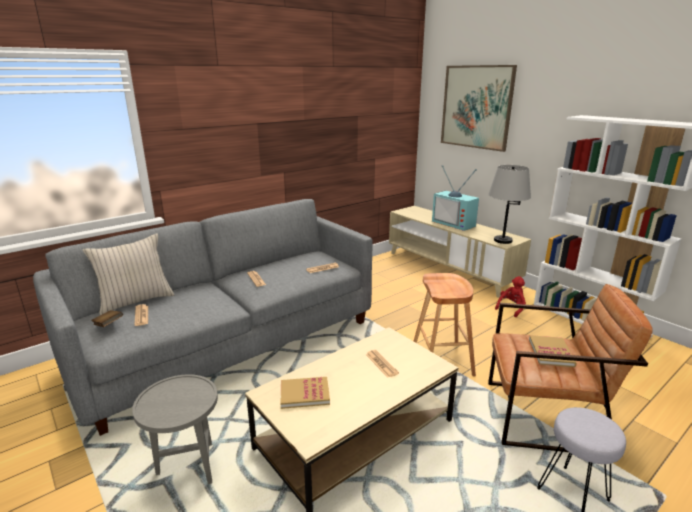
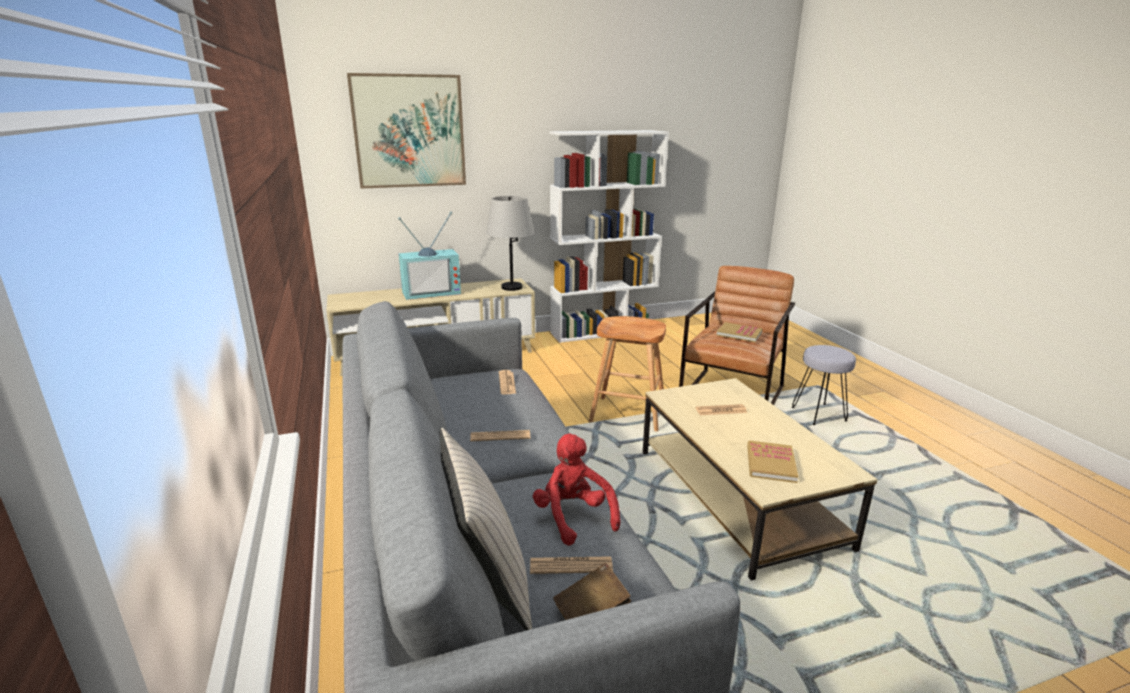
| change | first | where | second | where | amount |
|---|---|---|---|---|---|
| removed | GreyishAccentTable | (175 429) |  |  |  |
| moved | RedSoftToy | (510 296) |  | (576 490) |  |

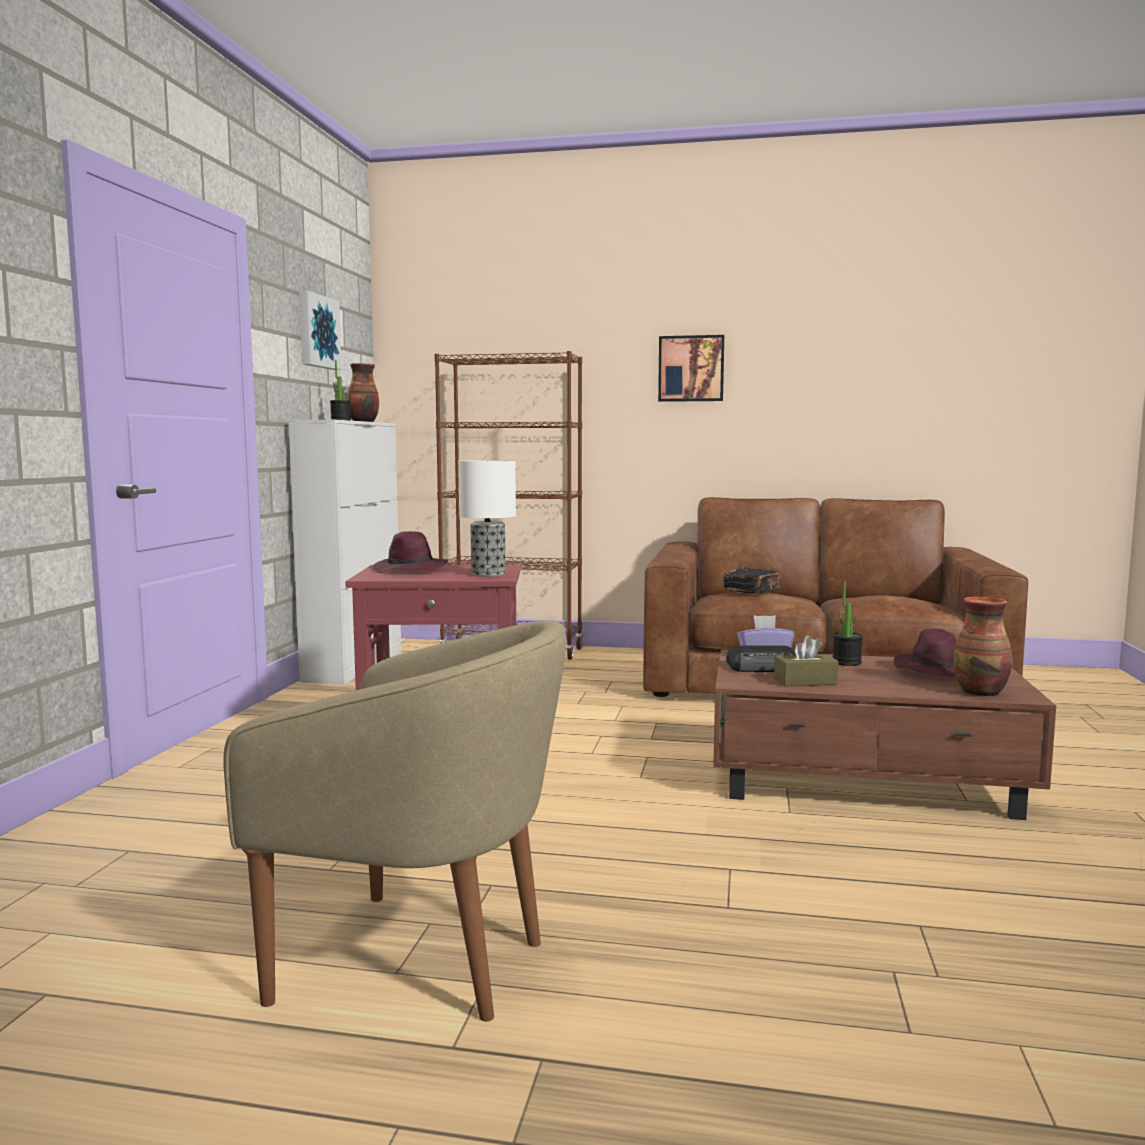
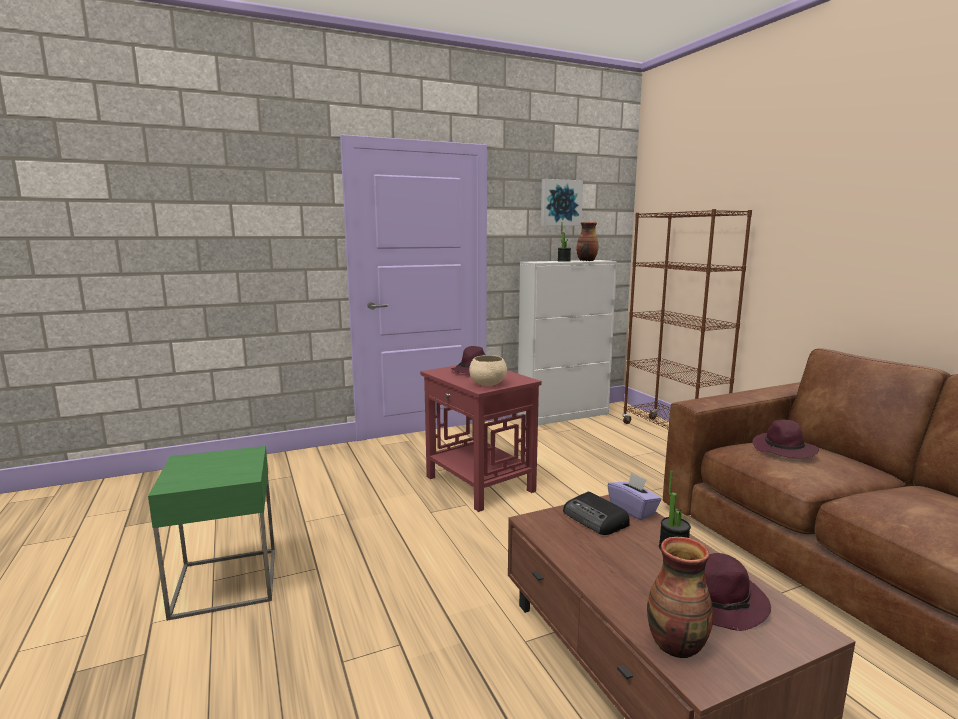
| change | first | where | second | where | amount |
|---|---|---|---|---|---|
| removed | WallPicture | (691 368) |  |  |  |
| removed | BrownishTissueHolder | (806 661) |  |  |  |
| replaced | SandColouredEasyChair | (394 821) | GreenColouredAccentTable | (211 533) |  |
| replaced | TableLamp | (487 518) | SandColouredBowl | (488 370) |  |
| replaced | BlackColouredVolume | (751 580) | PurplishHat | (786 439) |  |

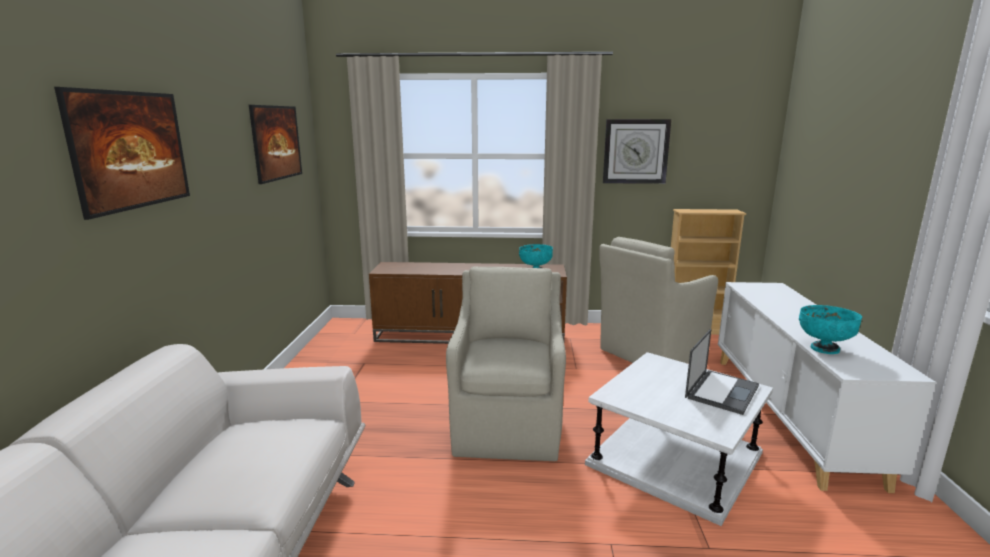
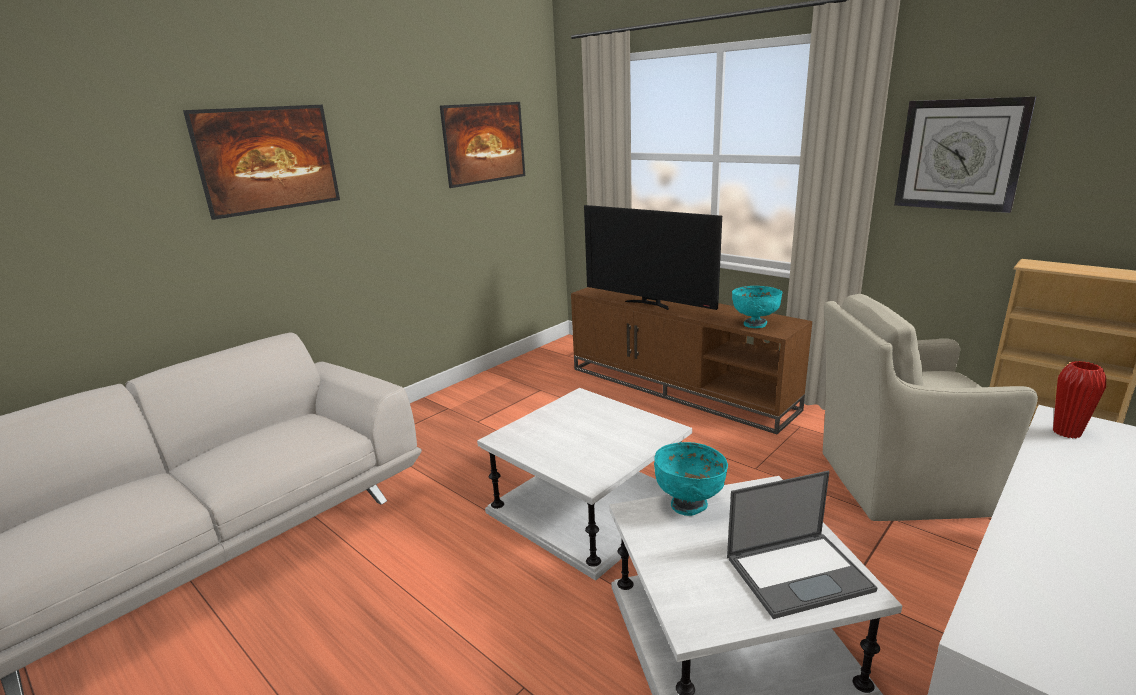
| change | first | where | second | where | amount |
|---|---|---|---|---|---|
| added |  |  | TvSet | (653 257) |  |
| added |  |  | RedDecorativeVase | (1079 400) |  |
| moved | TurquoiseColouredBowl | (830 329) |  | (691 479) |  |
| replaced | SandColouredEasyChair | (506 363) | WhitishAccentTable | (584 484) |  |

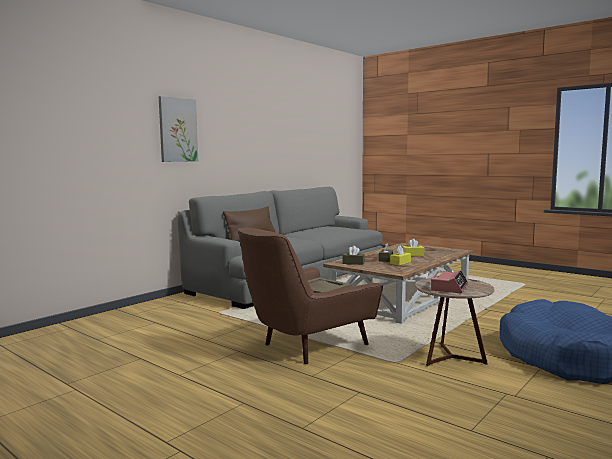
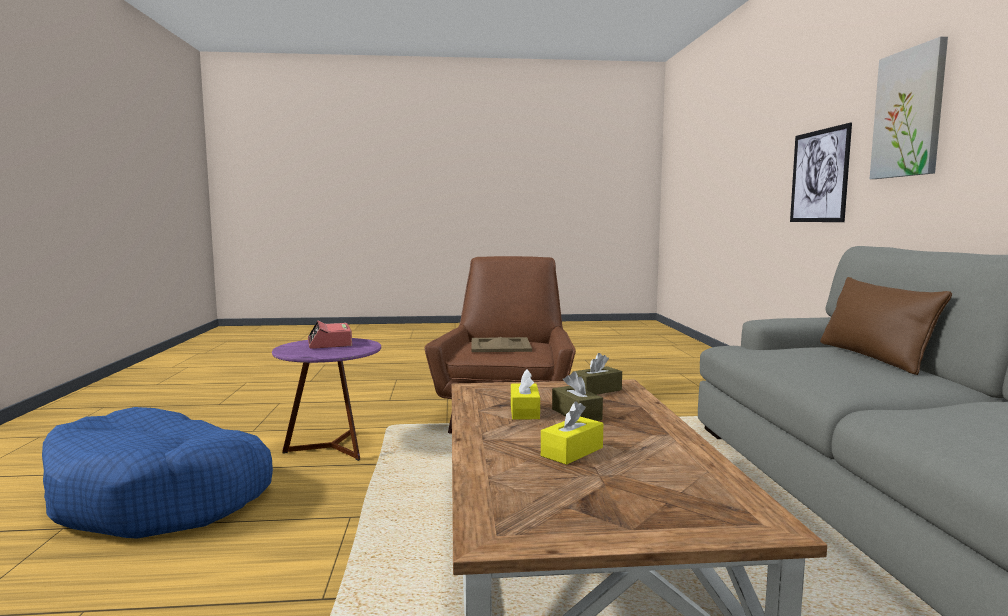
| change | first | where | second | where | amount |
|---|---|---|---|---|---|
| added |  |  | WallPicture | (821 172) |  |
| recoloured | BrownishAccentTable | (455 322) | PurplishAccentTable | (326 399) |  |

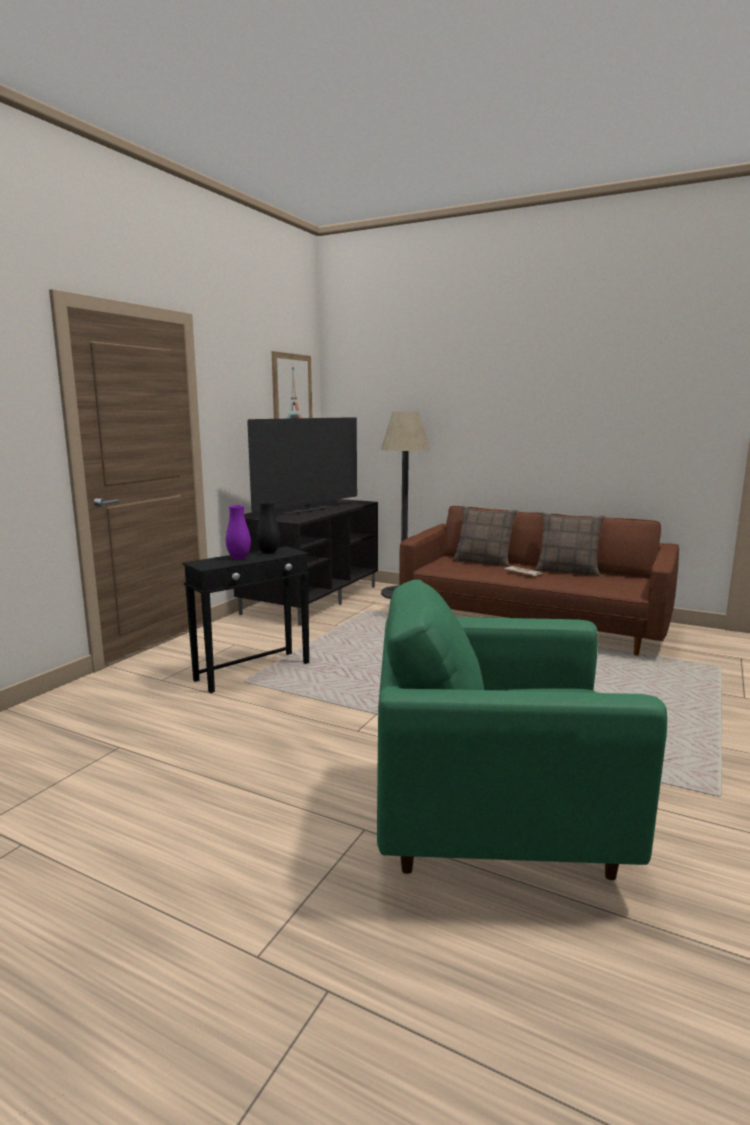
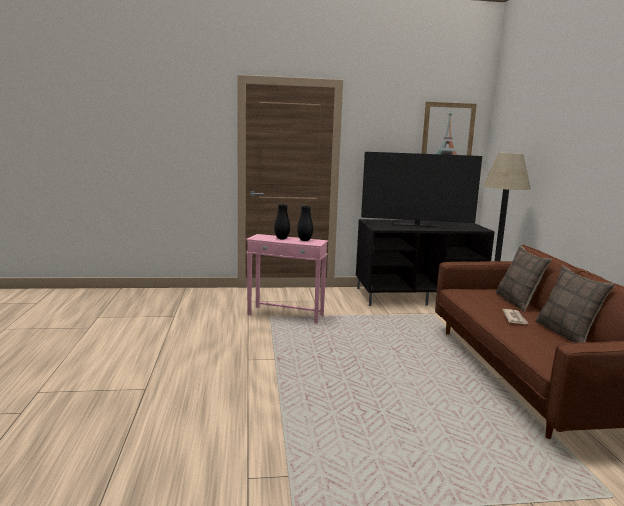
| change | first | where | second | where | amount |
|---|---|---|---|---|---|
| removed | GreenColouredEasyChair | (522 729) |  |  |  |
| recoloured | BlackColouredAccentTable | (246 619) | PinkishAccentTable | (287 278) |  |
| recoloured | PurplishDecorativeVase | (238 532) | BlackColouredDecorativeVase | (282 221) |  |

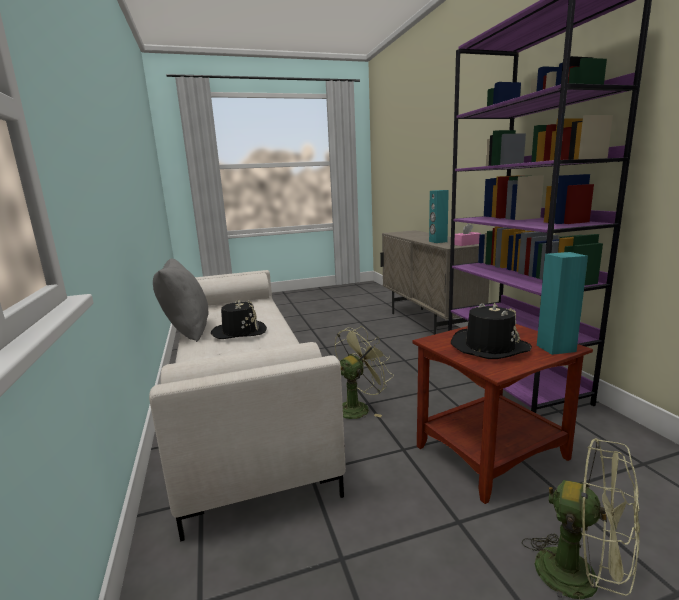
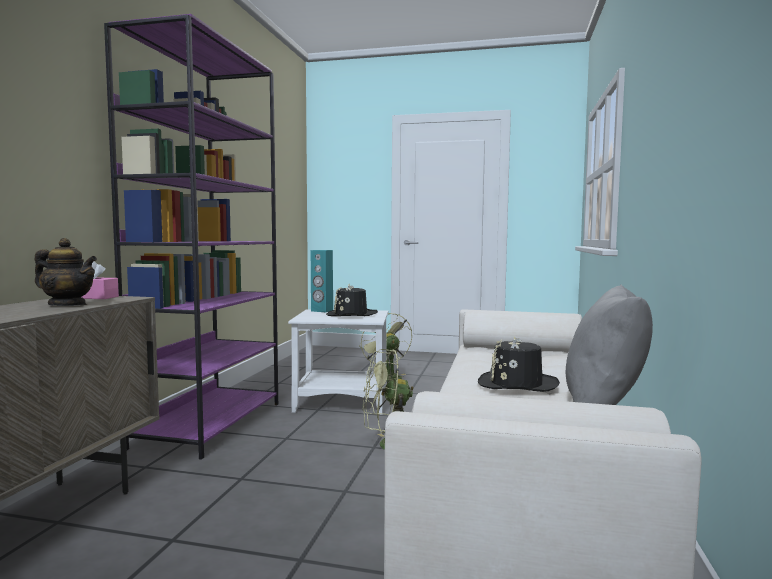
| change | first | where | second | where | amount |
|---|---|---|---|---|---|
| replaced | TurquoiseColouredSpeaker | (439 216) | Teapot | (65 272) |  |
| recoloured | BrownishAccentTable | (502 414) | WhitishAccentTable | (338 362) |  |

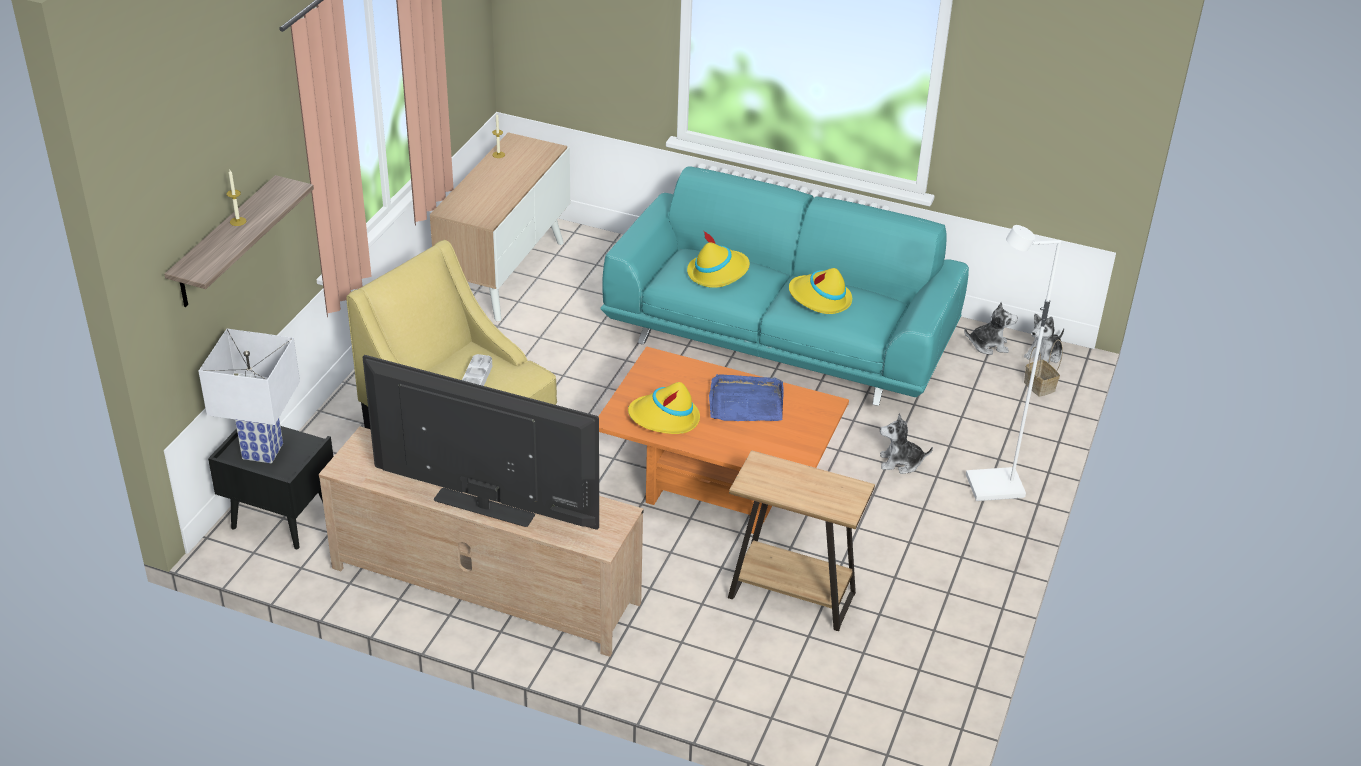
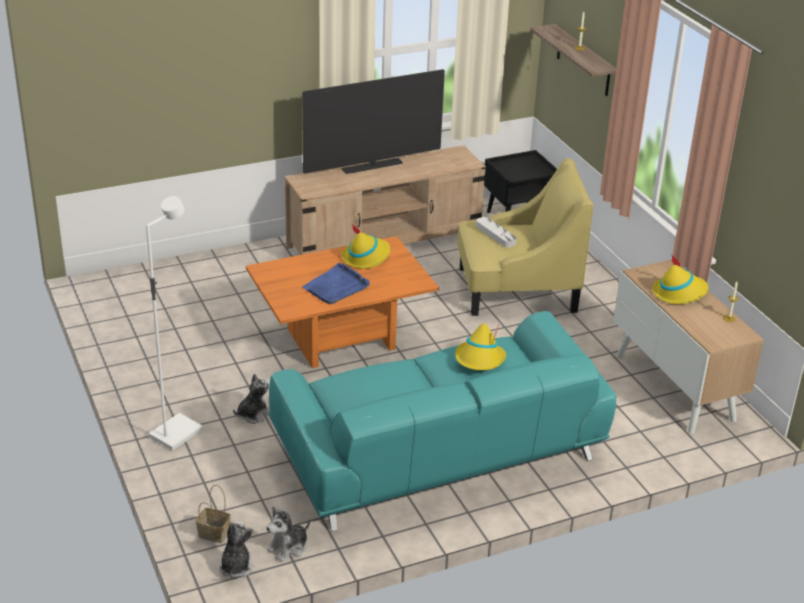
| change | first | where | second | where | amount |
|---|---|---|---|---|---|
| removed | WhitishTableLamp | (249 396) |  |  |  |
| removed | BrownishAccentTable | (801 540) |  |  |  |
| moved | YellowHat | (820 291) |  | (681 279) |  |

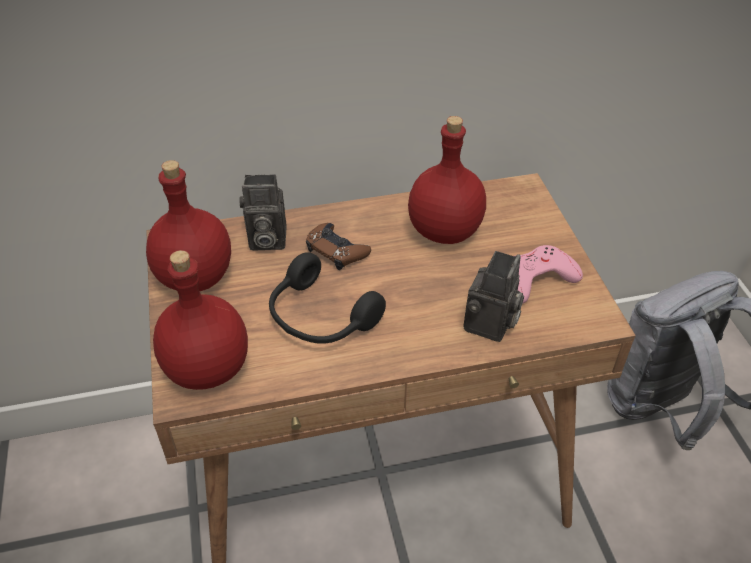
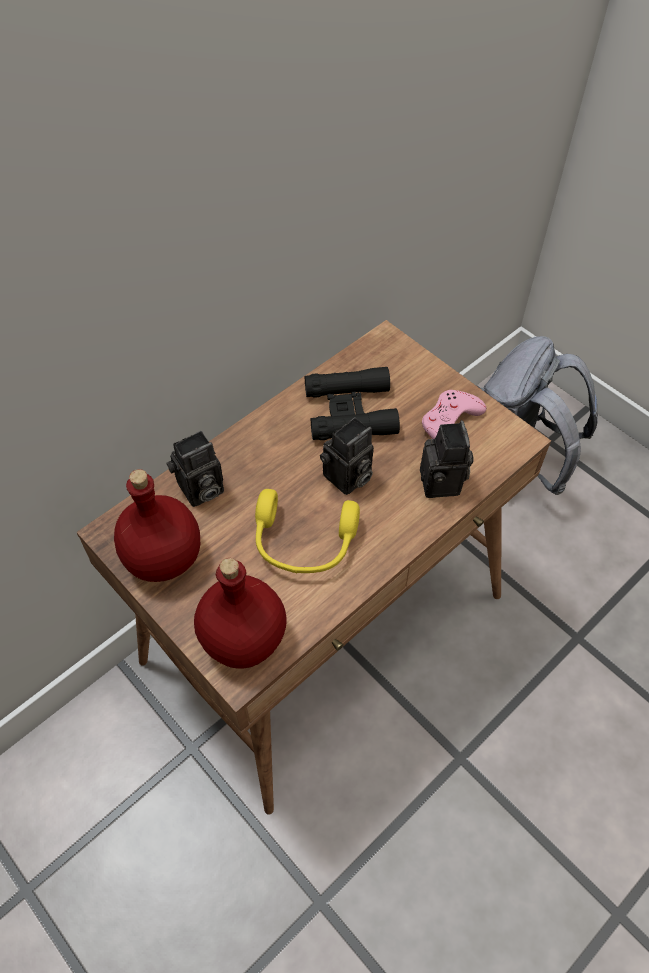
| change | first | where | second | where | amount |
|---|---|---|---|---|---|
| removed | BrownishJoypad | (338 246) |  |  |  |
| added |  |  | PhotoCamera | (347 456) |  |
| replaced | RedBottle | (447 180) | BlackColouredBinoculars | (352 403) |  |
| recoloured | BlackColouredPairOfHeadphones | (327 298) | YellowPairOfHeadphones | (307 531) |  |

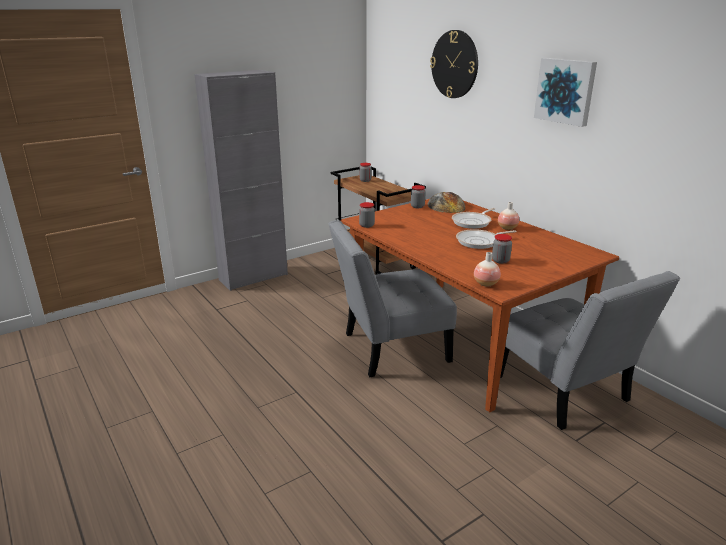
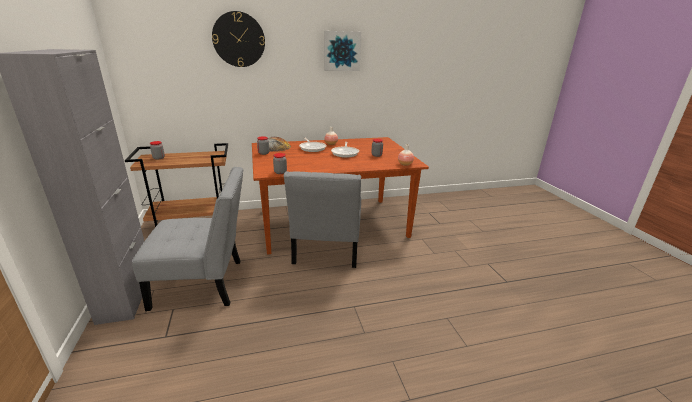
| change | first | where | second | where | amount |
|---|---|---|---|---|---|
| moved | GreyishUprightChair | (590 350) |  | (188 239) |  |

